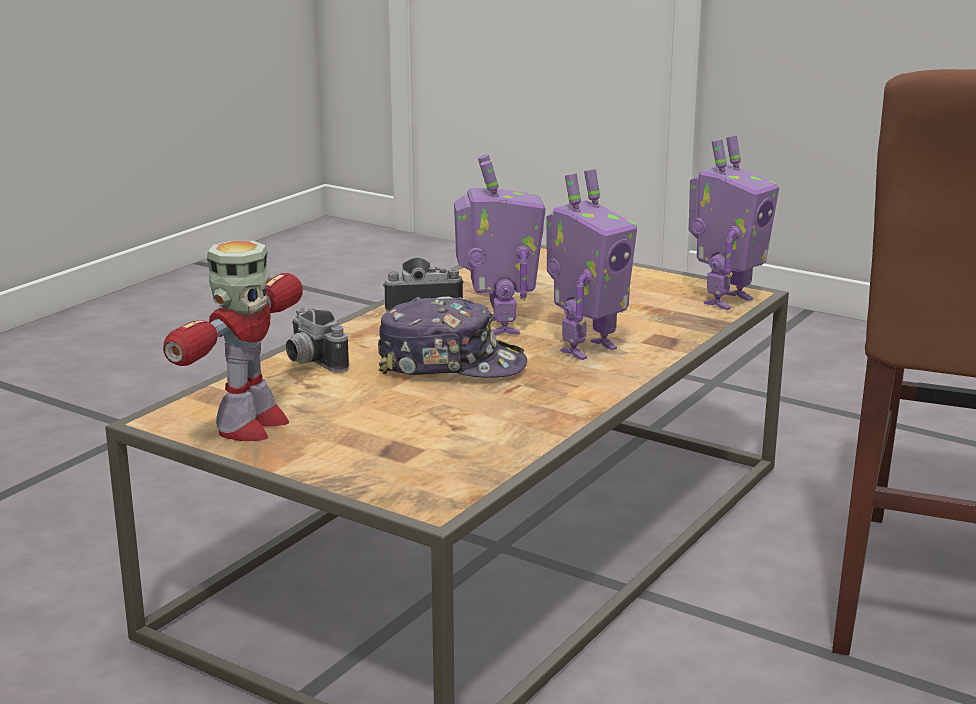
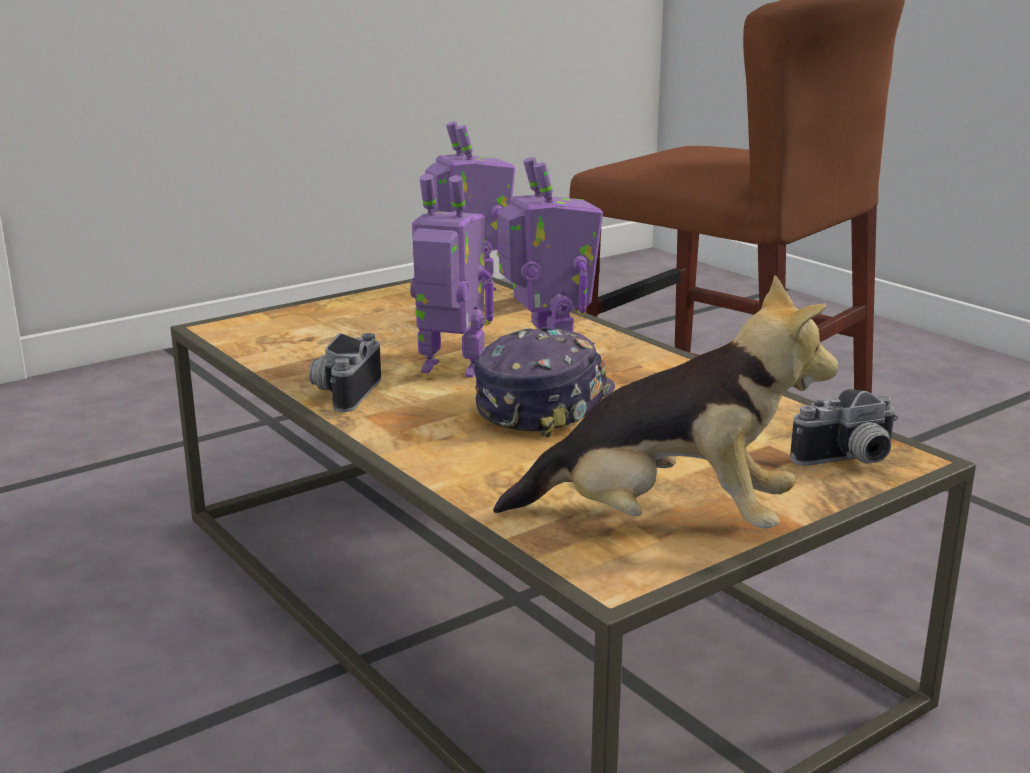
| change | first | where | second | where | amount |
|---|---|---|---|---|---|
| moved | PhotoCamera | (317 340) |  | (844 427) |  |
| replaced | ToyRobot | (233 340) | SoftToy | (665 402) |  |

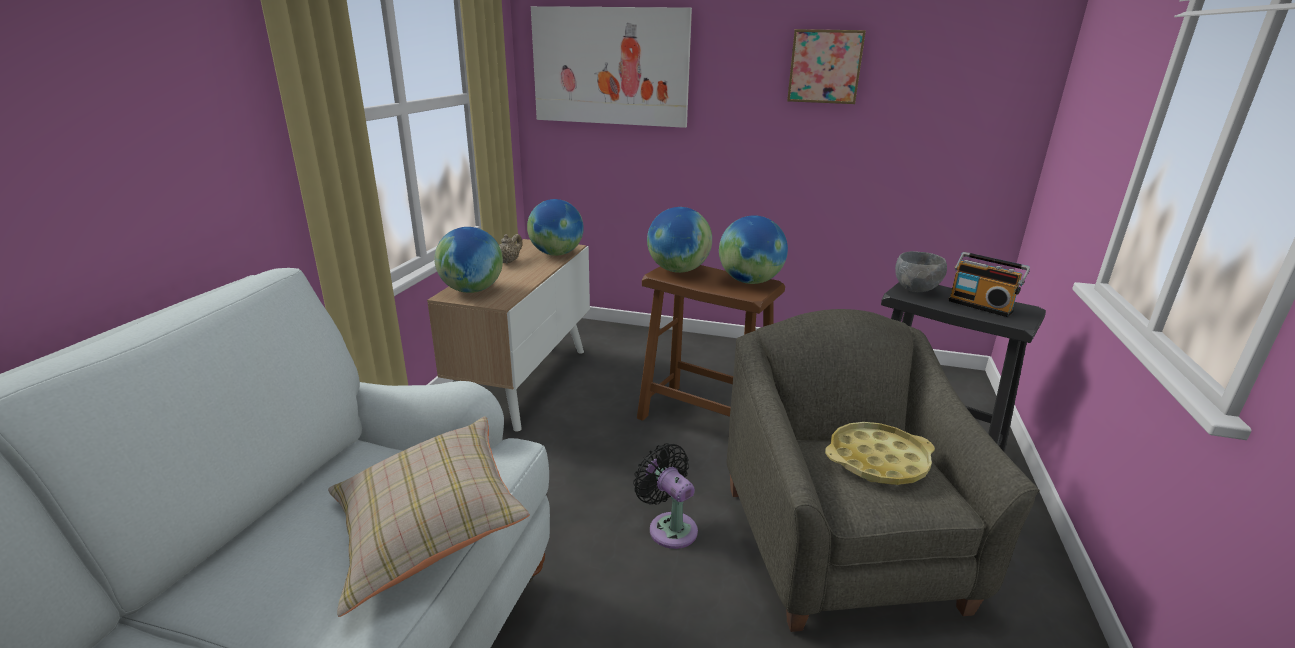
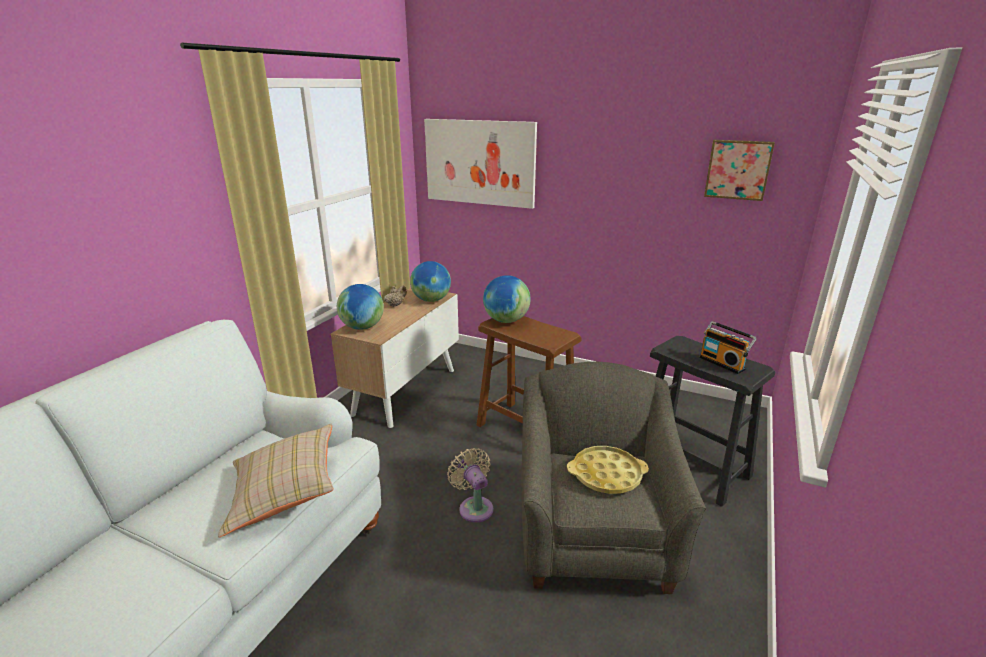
| change | first | where | second | where | amount |
|---|---|---|---|---|---|
| removed | WorldGlobe | (753 249) |  |  |  |
| removed | GreyishBowl | (921 271) |  |  |  |
| moved | WallPicture | (826 66) |  | (739 170) |  |
| recoloured | BlackColouredFan | (665 496) | SandColouredFan | (470 485) |  |

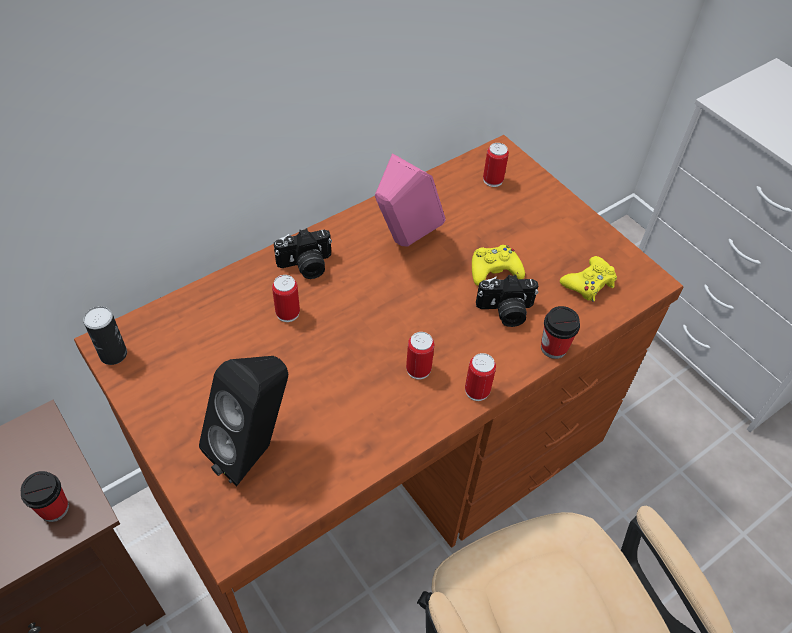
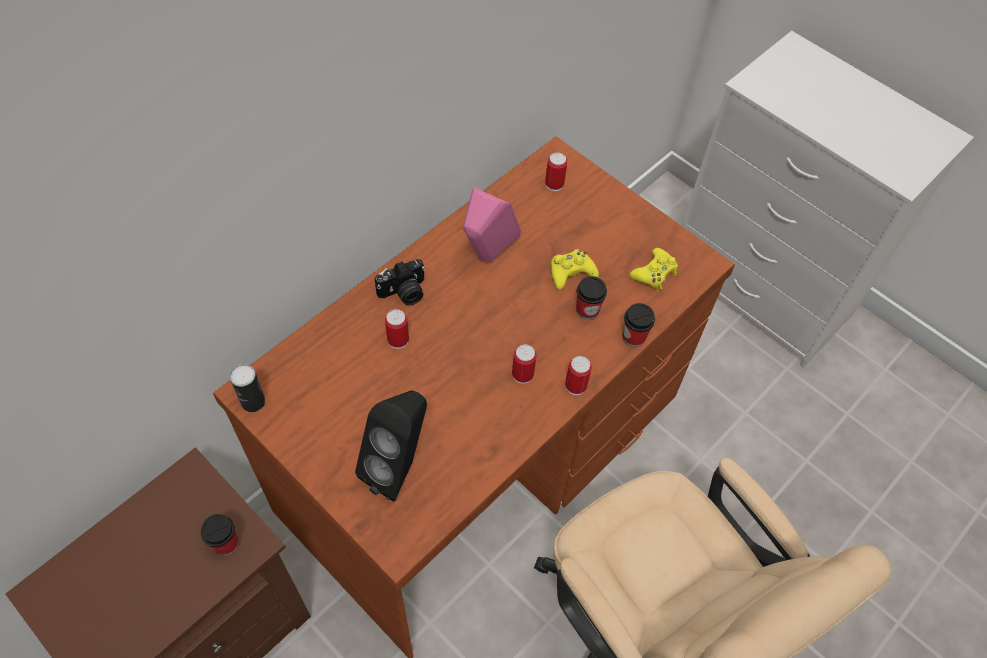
| change | first | where | second | where | amount |
|---|---|---|---|---|---|
| replaced | PhotoCamera | (507 301) | DrinkingCup | (591 298) |  |

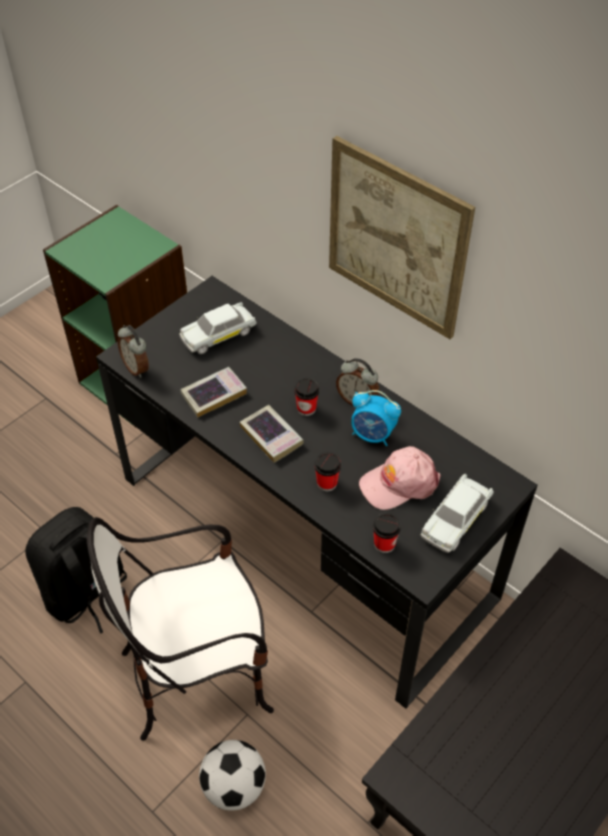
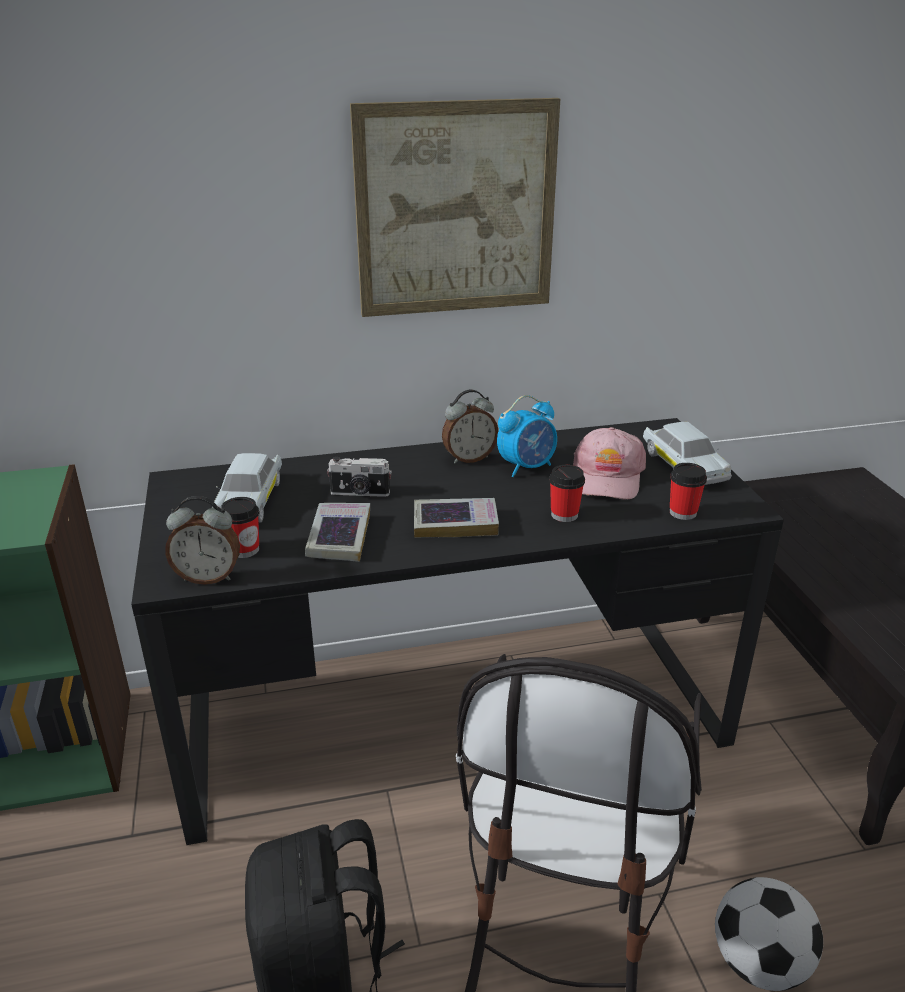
| change | first | where | second | where | amount |
|---|---|---|---|---|---|
| added |  |  | PhotoCamera | (359 477) |  |
| moved | DrinkingCup | (306 397) |  | (240 527) |  |

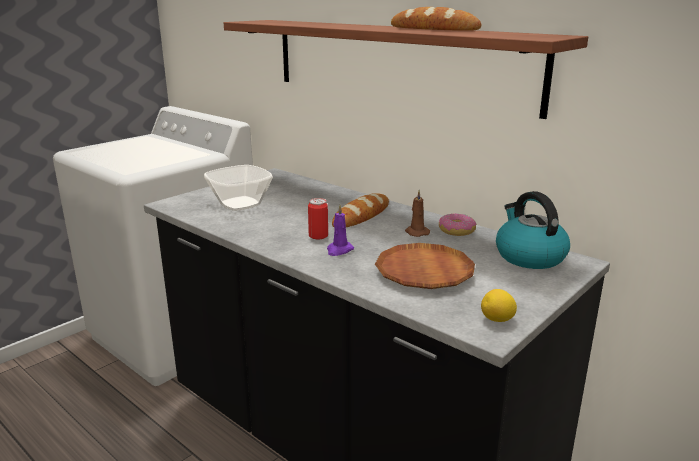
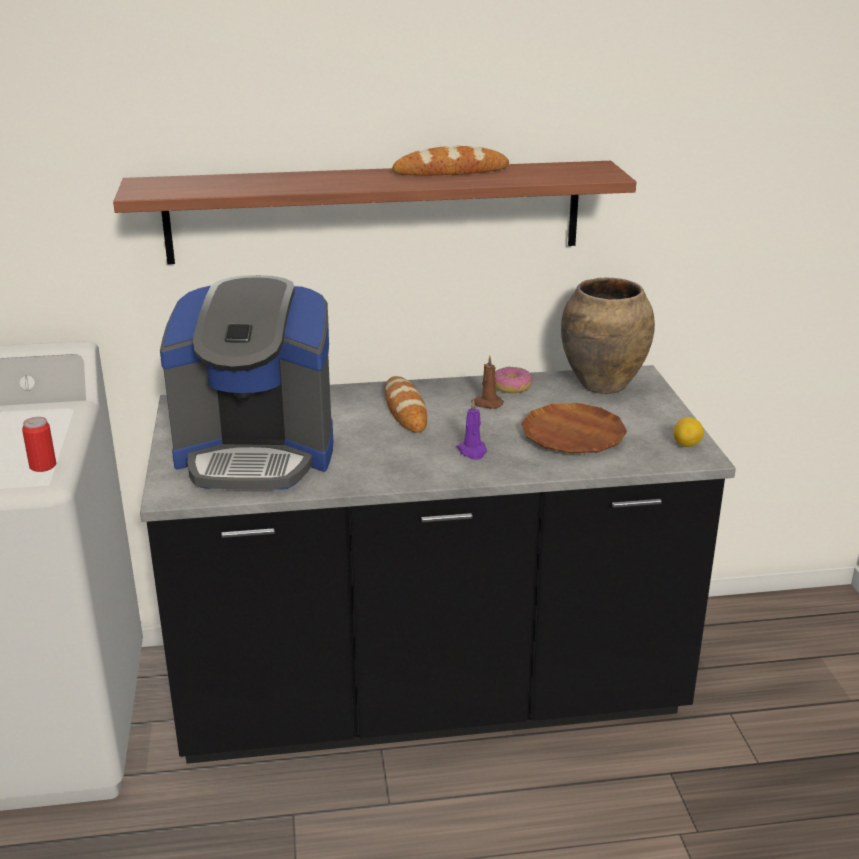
| change | first | where | second | where | amount |
|---|---|---|---|---|---|
| moved | Can | (318 218) |  | (39 444) |  |
| replaced | Bowl | (238 188) | CoffeeMaker | (246 382) |  |
| replaced | TeaKettle | (533 230) | BrownishDecorativeVase | (608 335) |  |

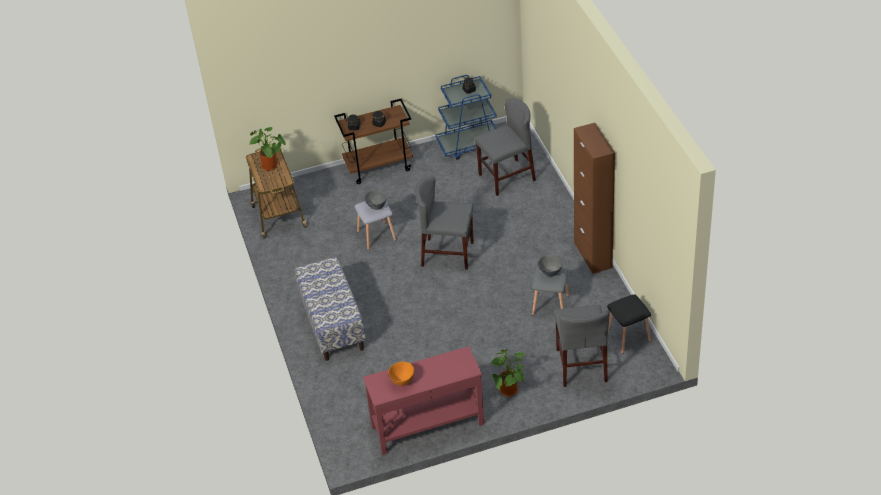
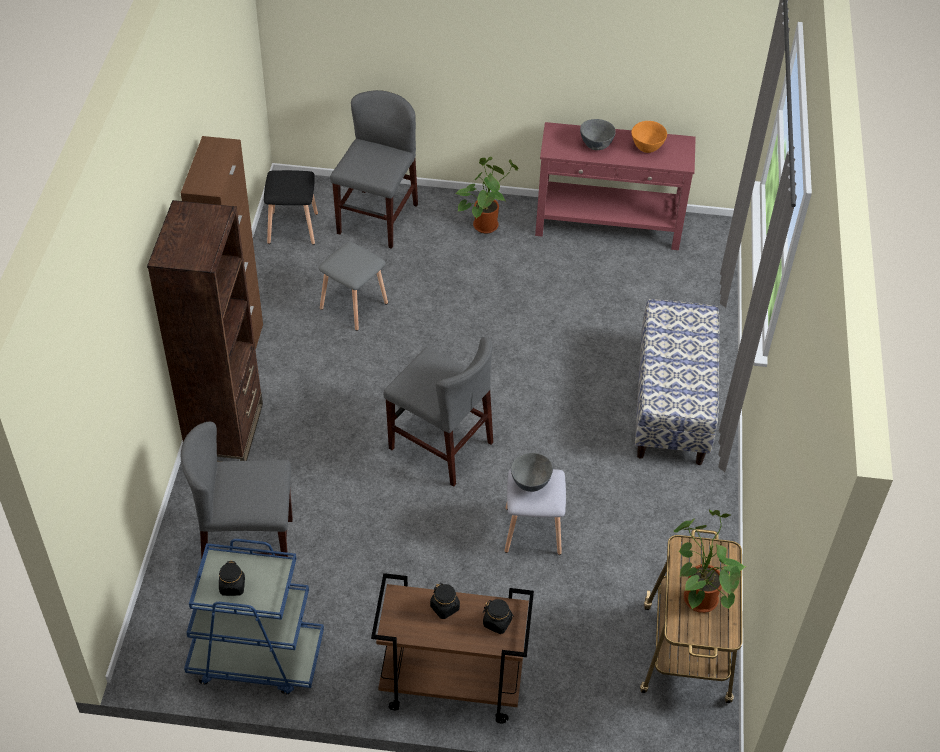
| change | first | where | second | where | amount |
|---|---|---|---|---|---|
| added |  |  | BrownishBookcase | (205 331) |  |
| moved | GreyishBowl | (551 265) |  | (598 134) |  |

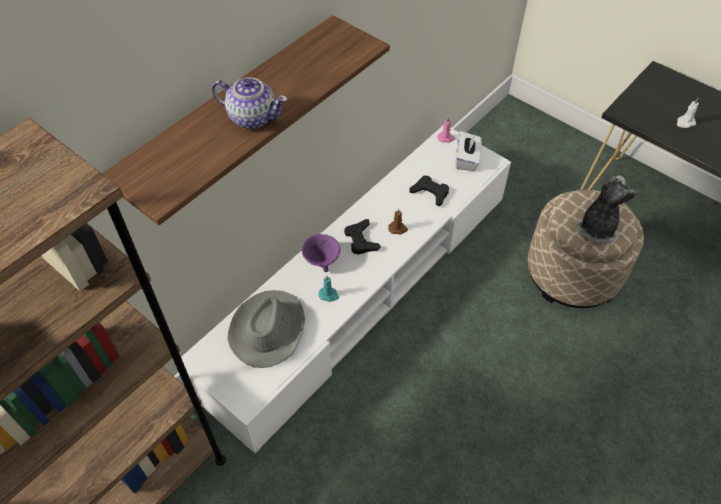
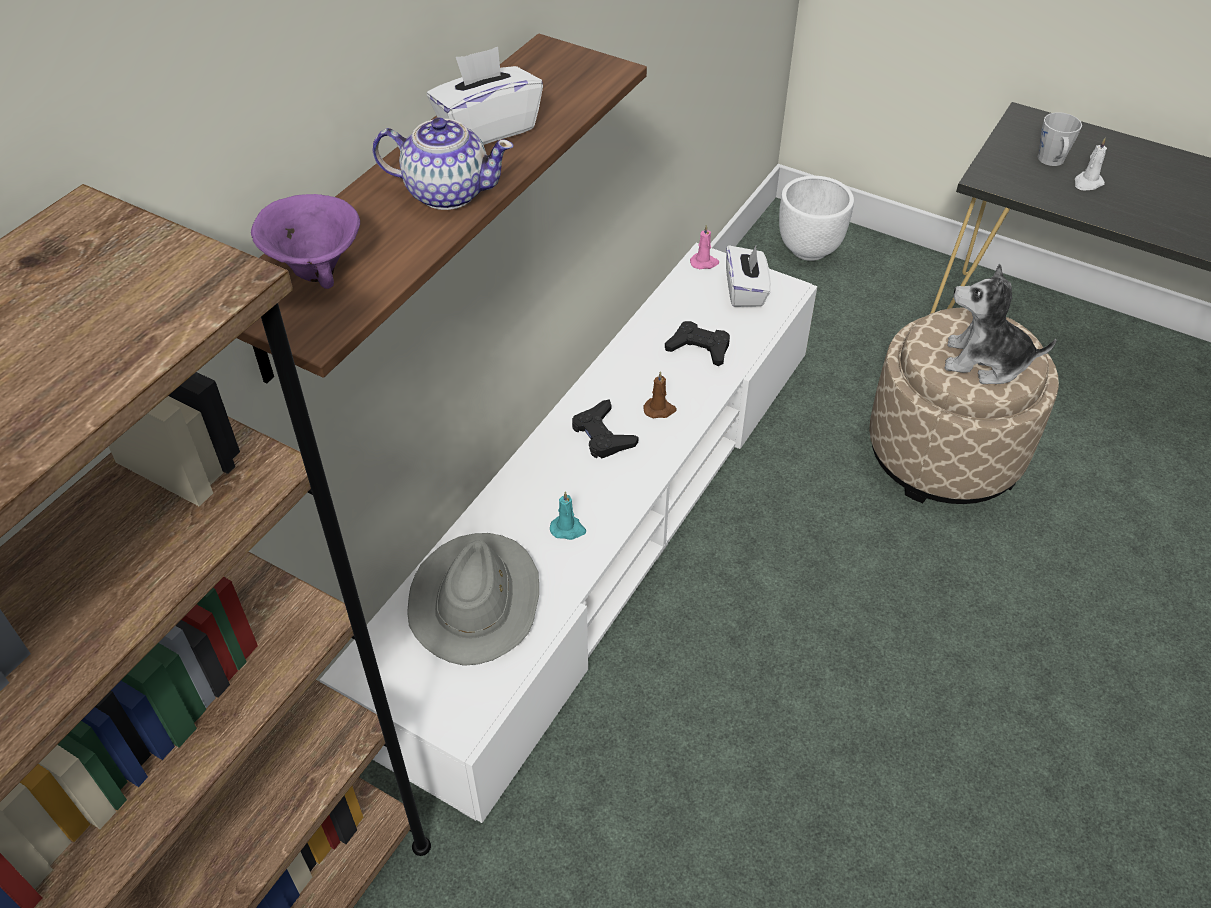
| change | first | where | second | where | amount |
|---|---|---|---|---|---|
| added |  |  | WhitishTissueHolder | (485 96) |  |
| added |  |  | WhitishPlantPot | (816 218) |  |
| added |  |  | GreyishTeaMug | (1059 139) |  |
| moved | PurplishBowl | (320 253) |  | (305 241) |  |
| turned | SoftToy | (607 210) |  | (1001 324) | 90 degrees counterclockwise |

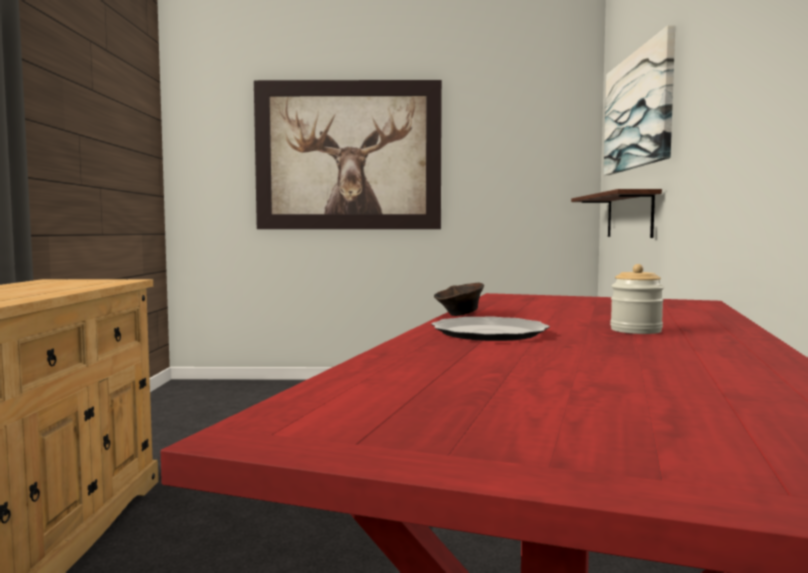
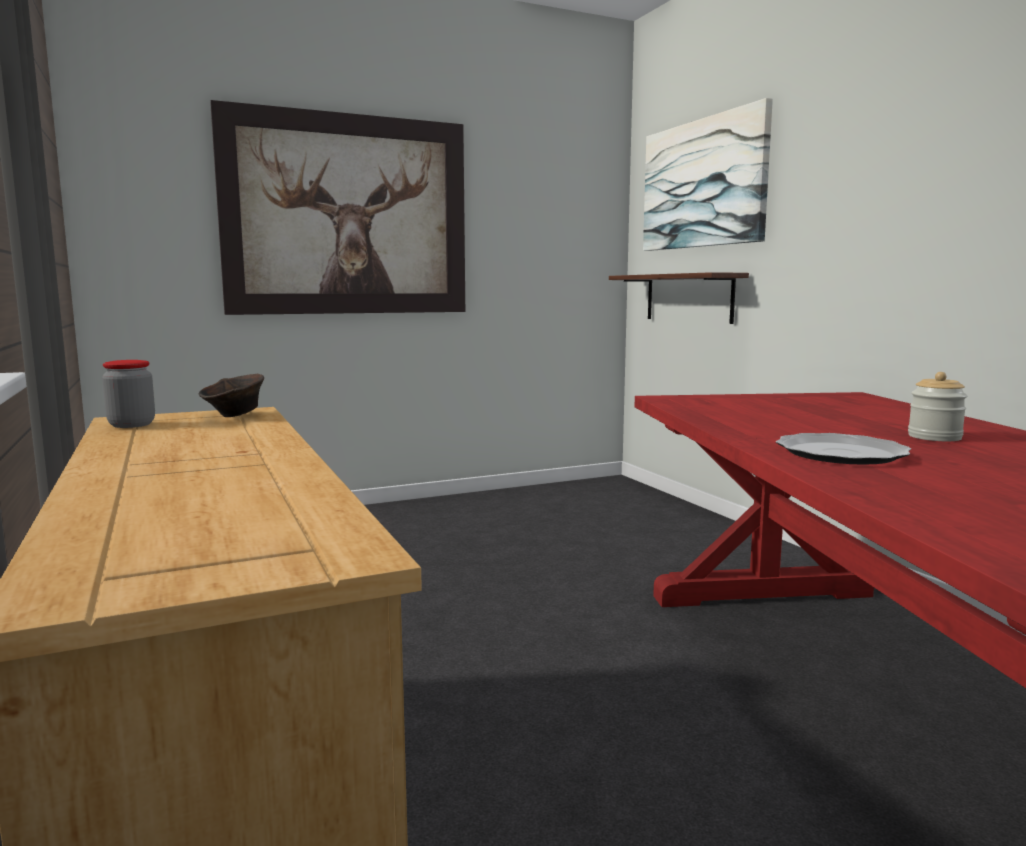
| change | first | where | second | where | amount |
|---|---|---|---|---|---|
| added |  |  | StorageJar | (128 394) |  |
| moved | BrownishBowl | (459 299) |  | (231 395) |  |

